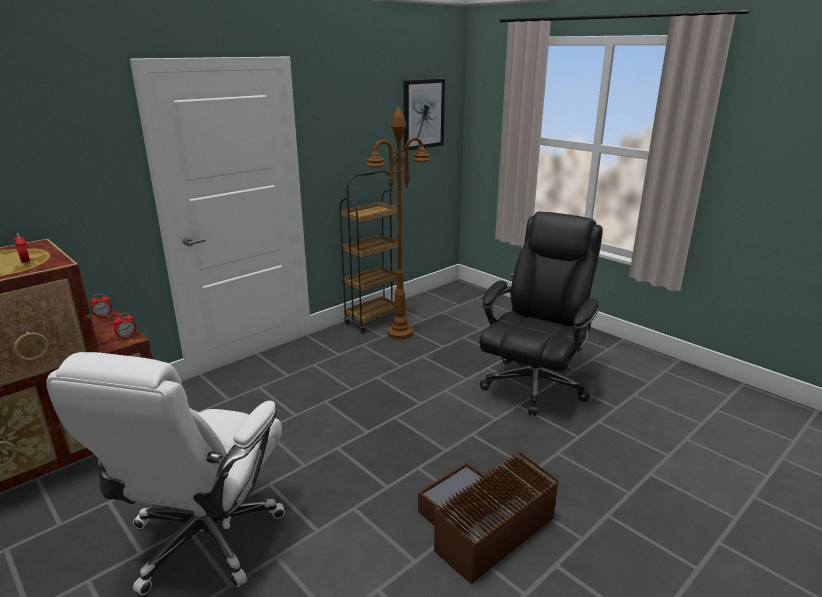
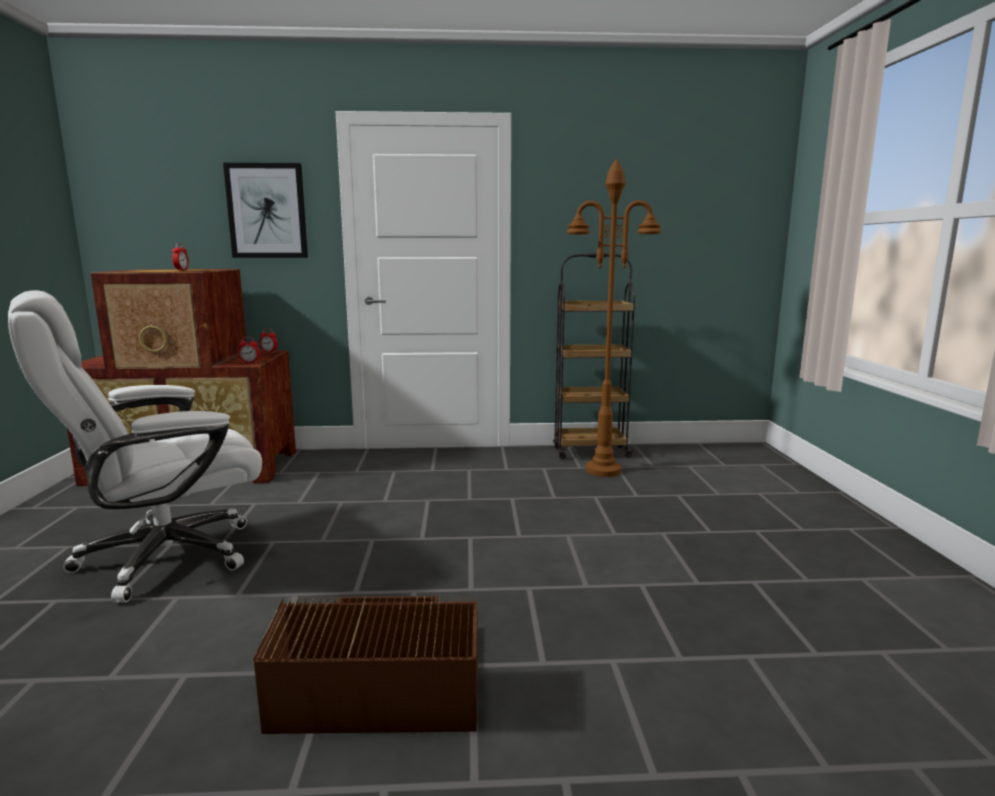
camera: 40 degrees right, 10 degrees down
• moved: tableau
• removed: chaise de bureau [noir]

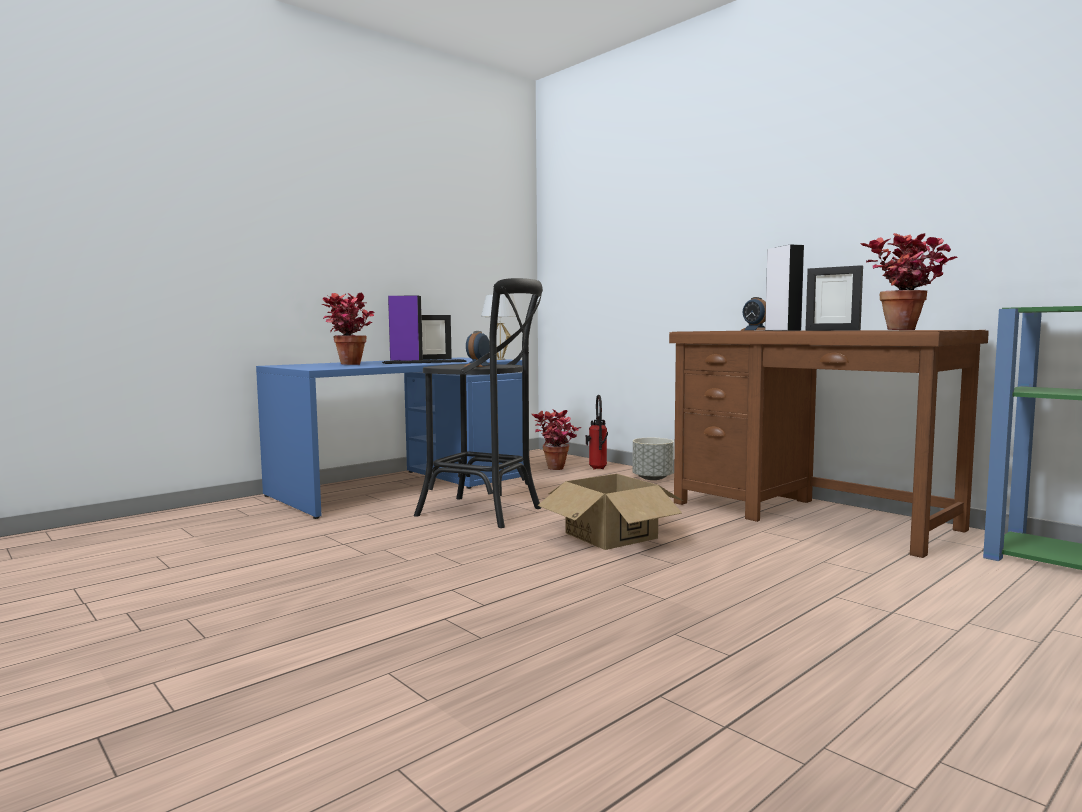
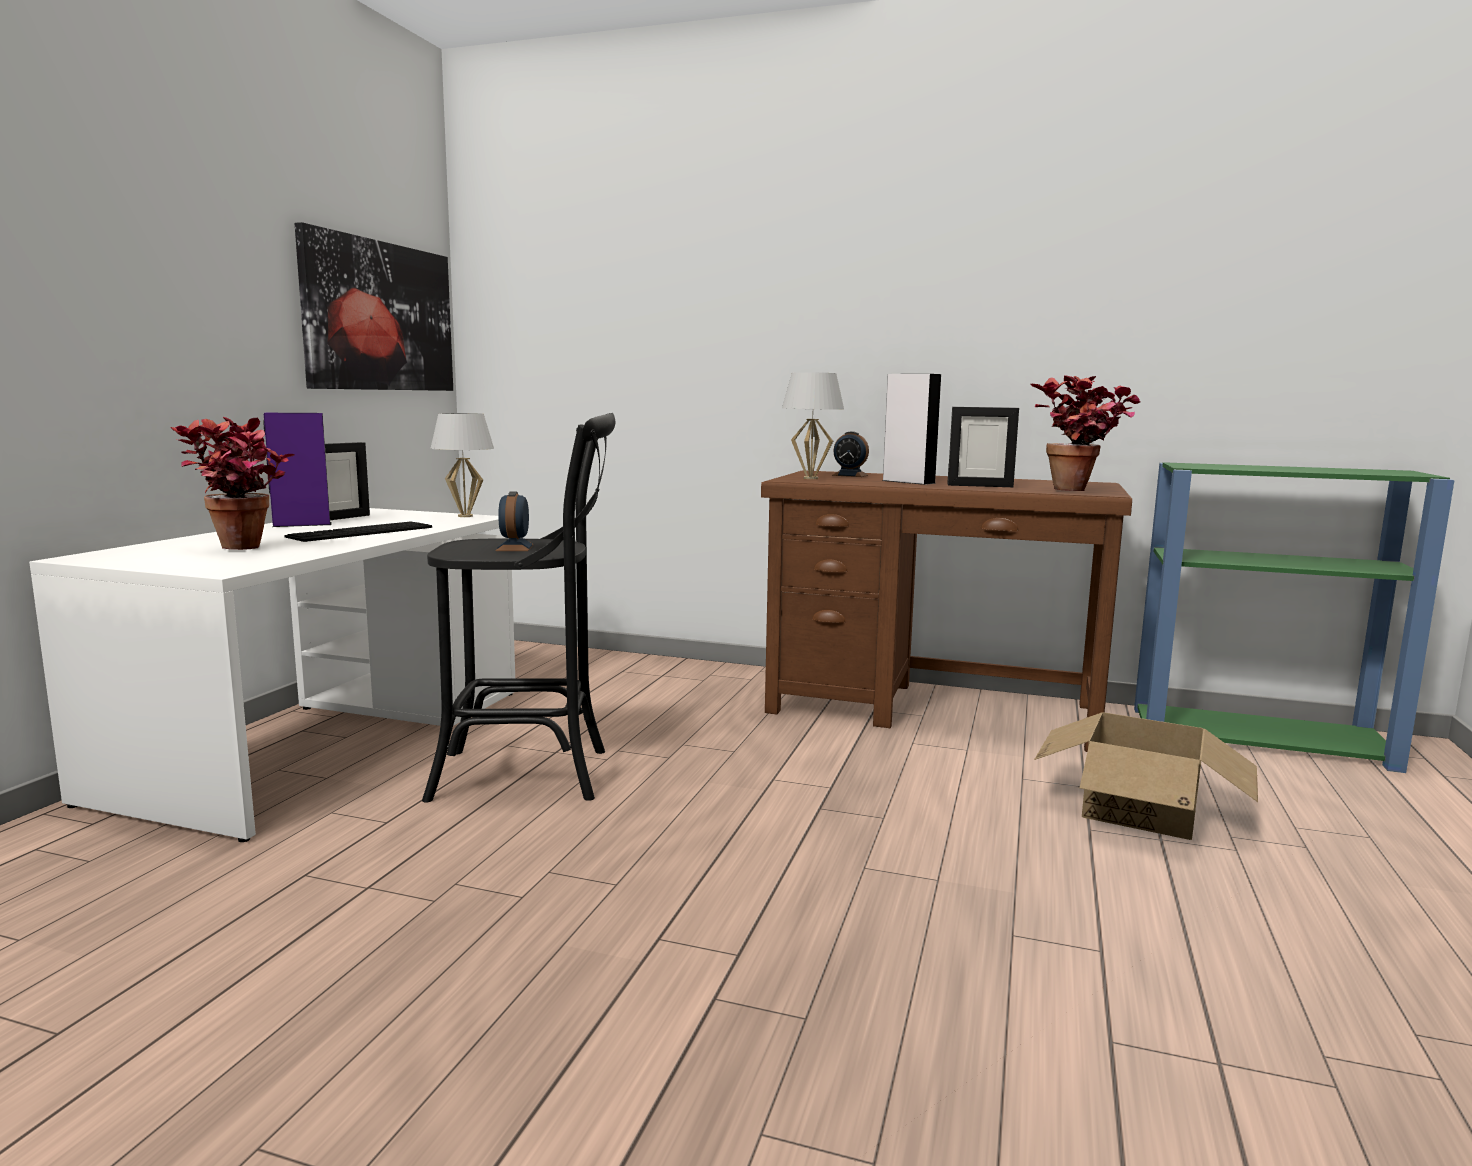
camera: 30 degrees left, 5 degrees up
• recoloured: bureau [bleu] to bureau [blanc]
• removed: extincteur
• removed: plante en pot (2nd from left)
• removed: cache-pot [gris]
• moved: carton
• added: tableau
• added: lampe de table [blanc] (2nd from left)

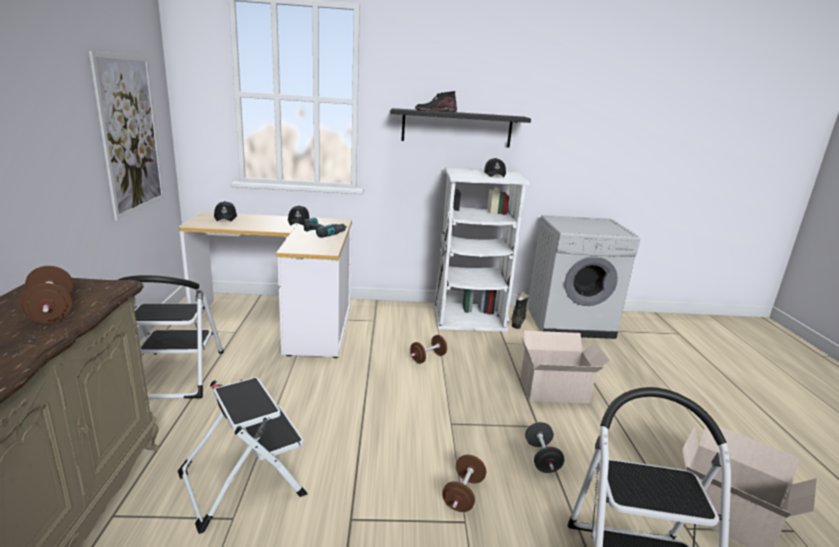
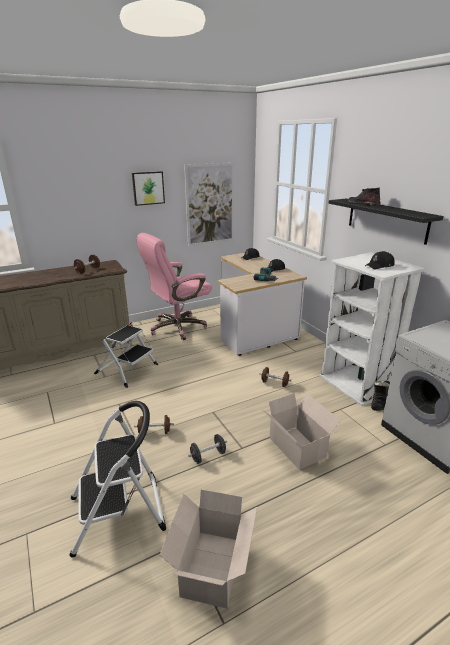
camera: 65 degrees right, 5 degrees up
• replaced: escabeau (1st from left) to chaise de bureau [rose]
• added: tableau (1st from left)

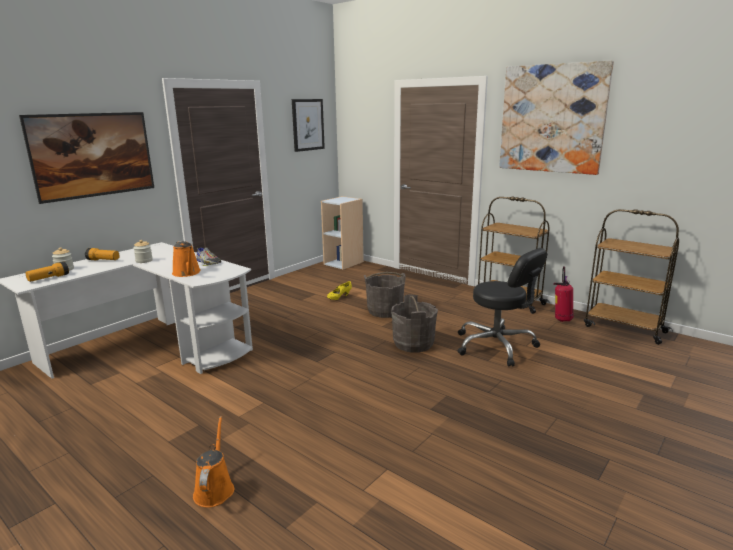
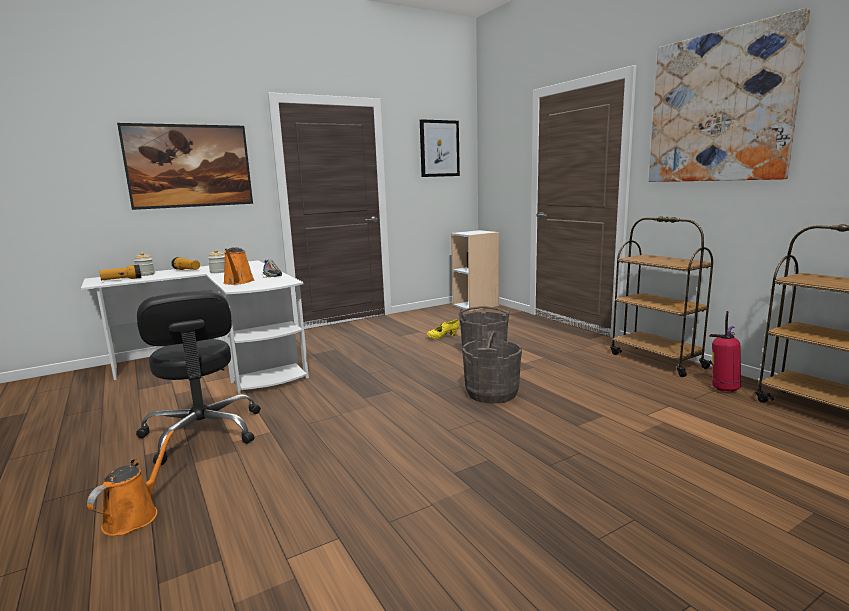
camera: 20 degrees right, 5 degrees down
• moved: chaise de bureau [noir]

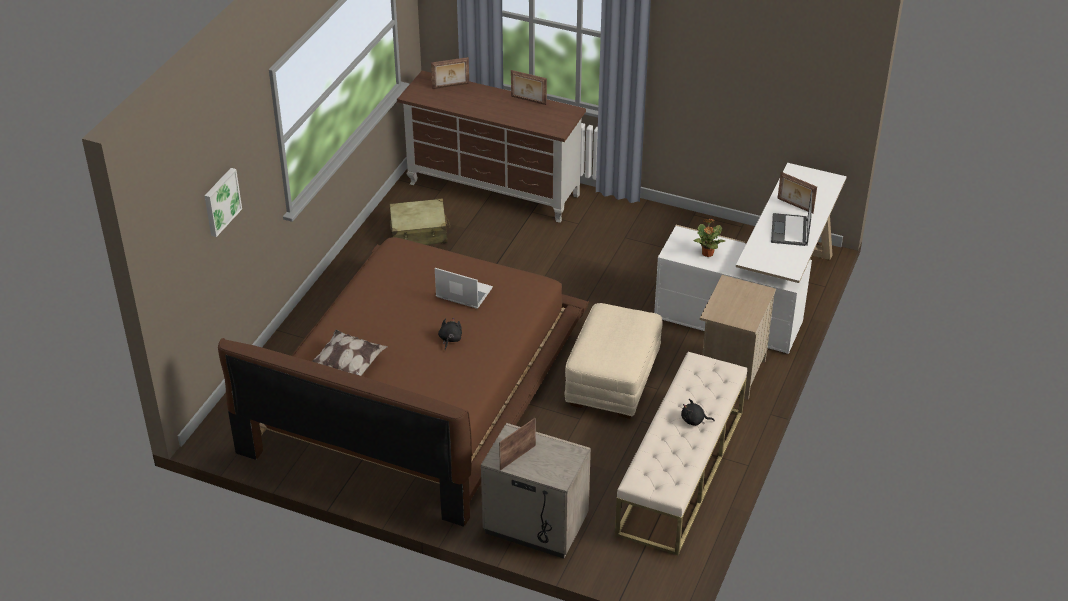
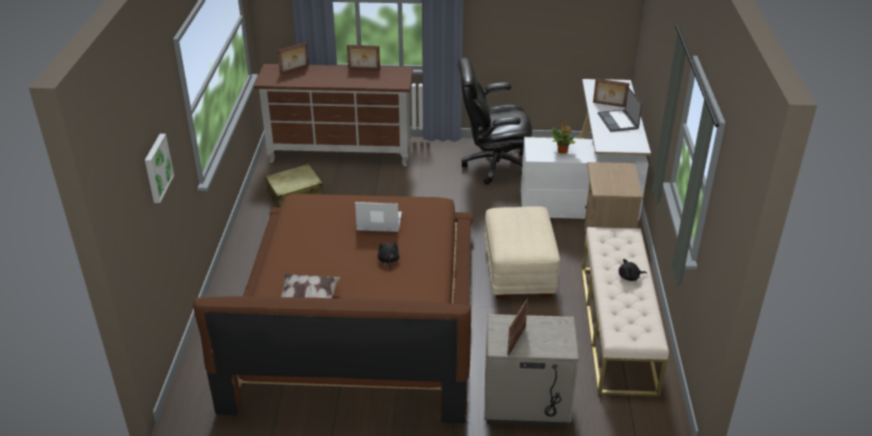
camera: 20 degrees left, 5 degrees down
• added: chaise de bureau [noir]

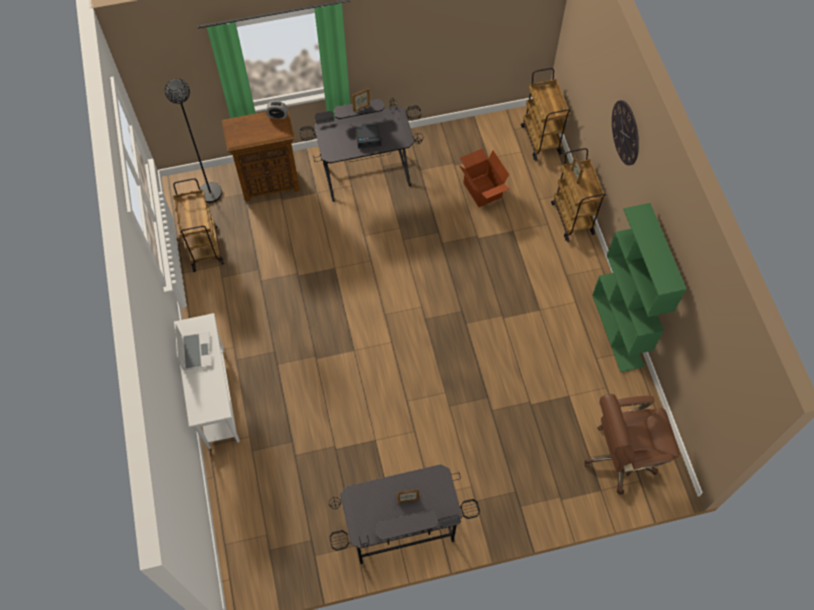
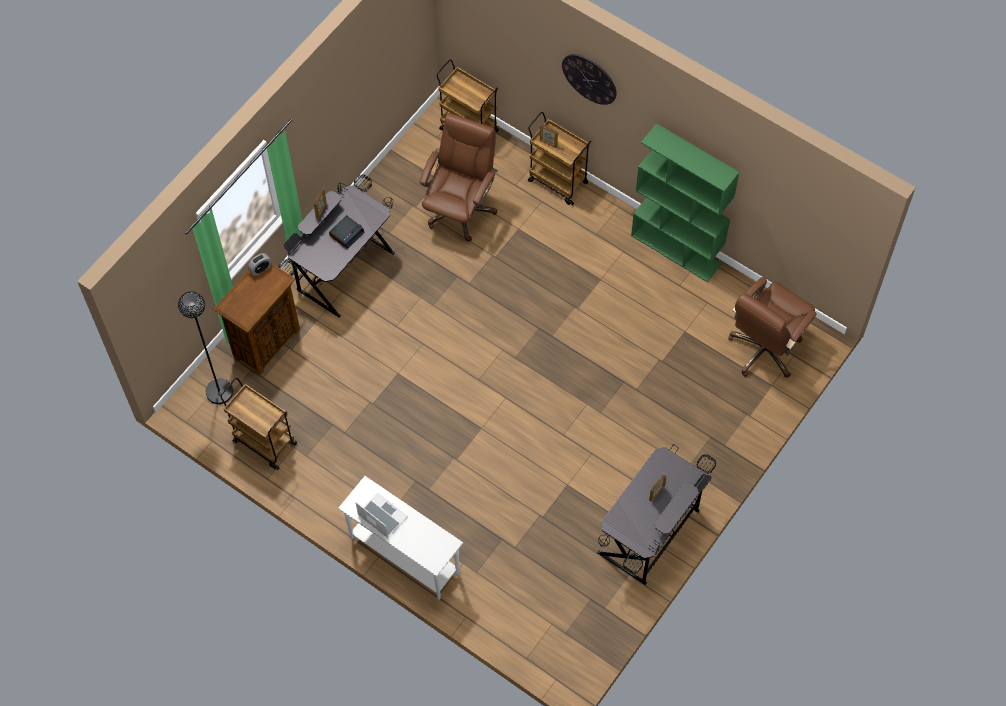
camera: 40 degrees left, 0 degrees up
• replaced: carton to chaise de bureau [marron] (1st from left)

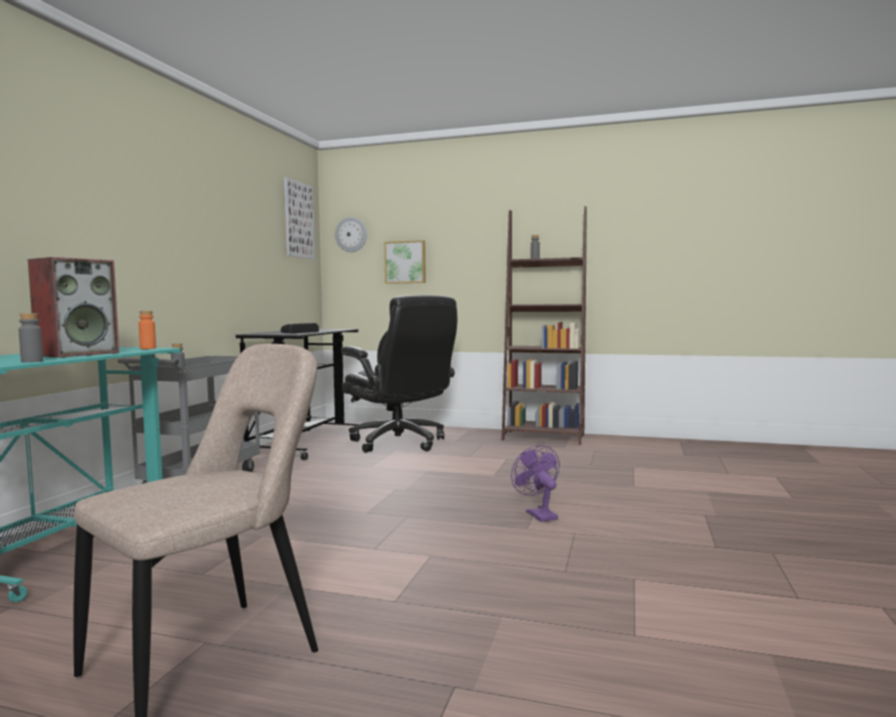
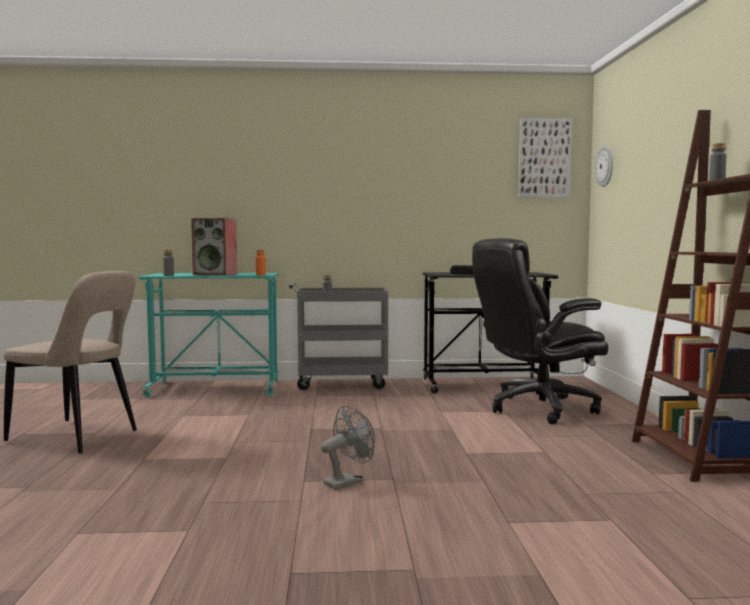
camera: 70 degrees right, 0 degrees up
• removed: tableau (2nd from left)
• turned: chaise de bureau [noir] 45 degrees clockwise
• recoloured: ventilateur [violet] to ventilateur [gris]

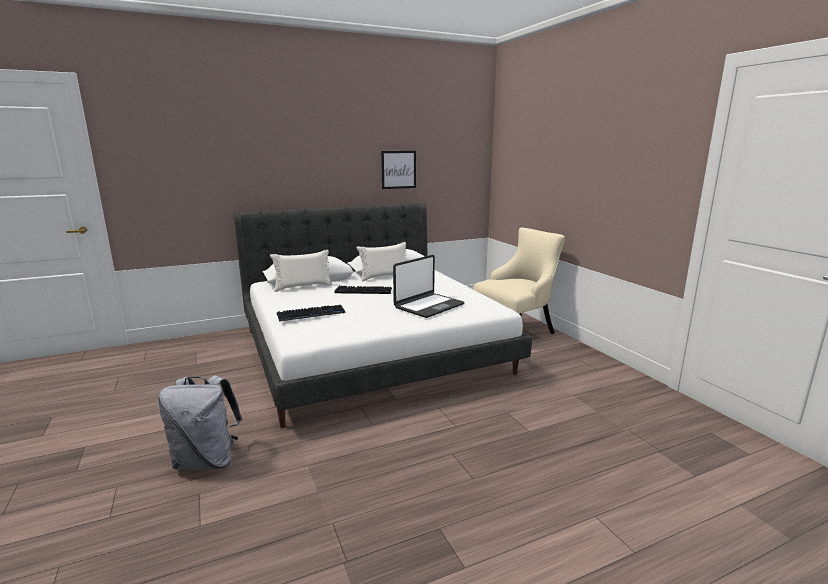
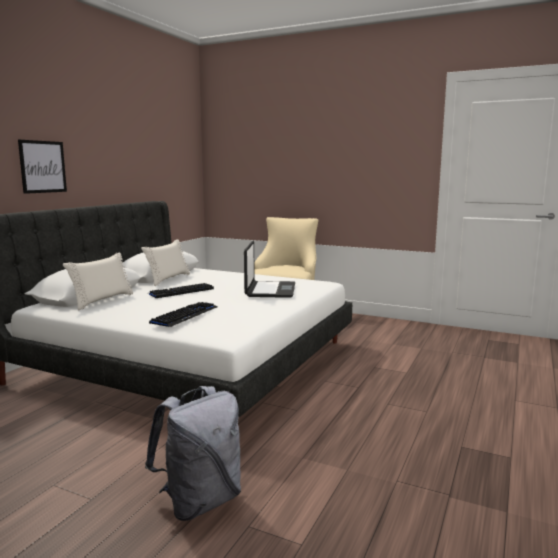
camera: 40 degrees left, 5 degrees down
• moved: tableau

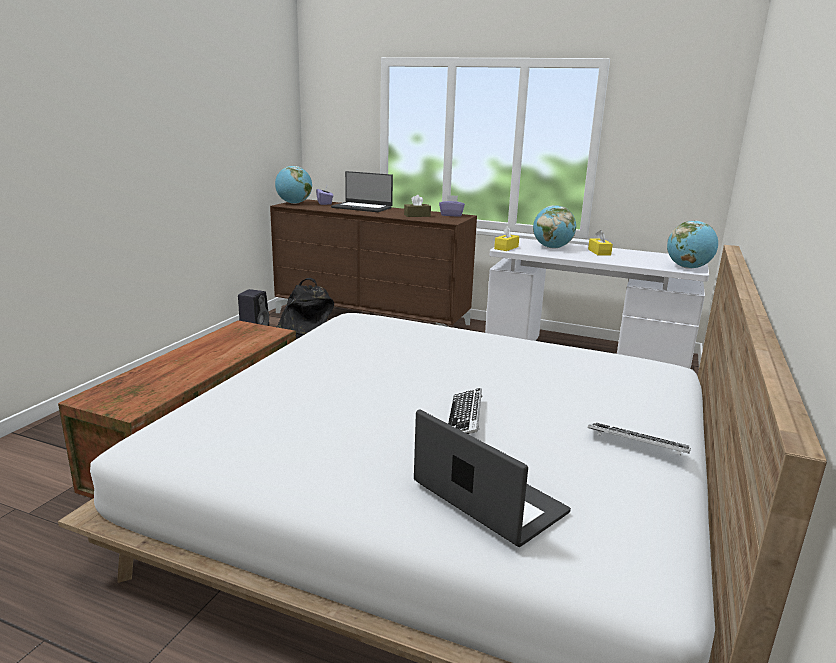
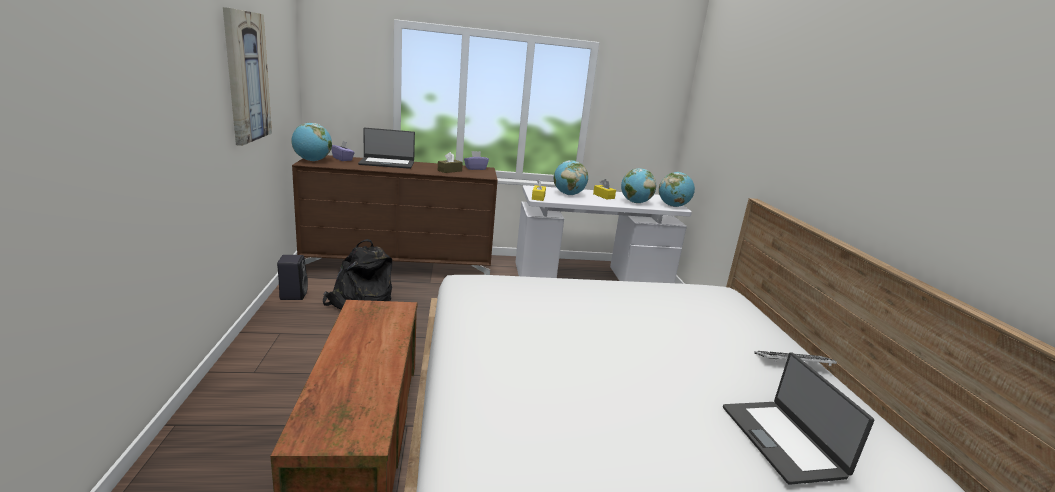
camera: 30 degrees left, 0 degrees up
• removed: clavier (1st from left)
• turned: ordinateur portable (2nd from left) 120 degrees counterclockwise
• added: tableau
• added: globe (3rd from left)

